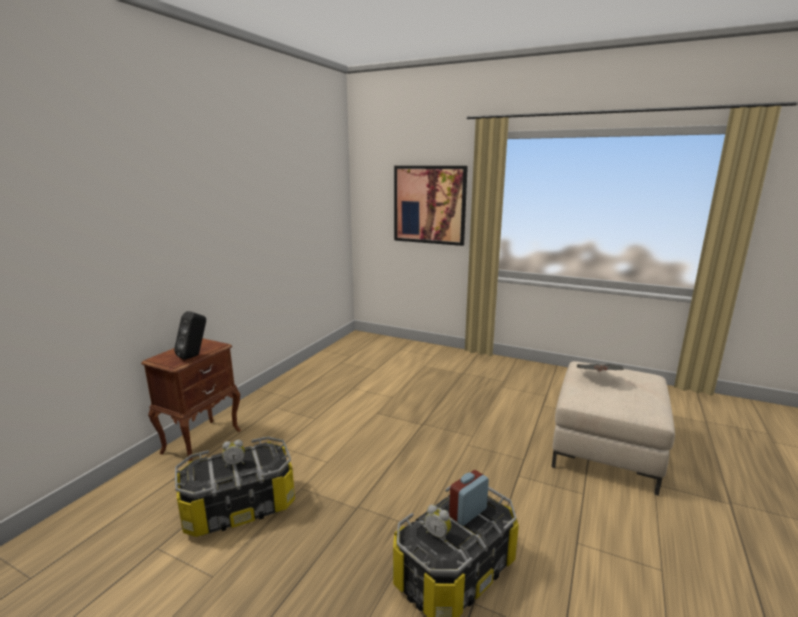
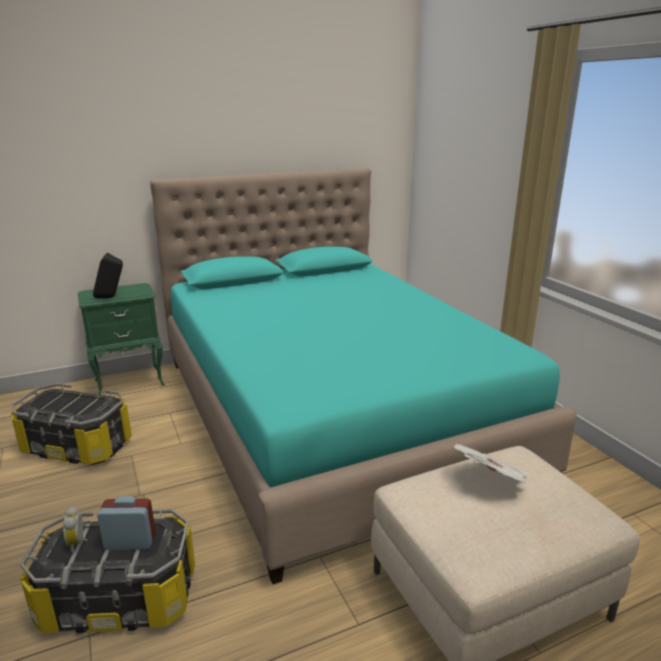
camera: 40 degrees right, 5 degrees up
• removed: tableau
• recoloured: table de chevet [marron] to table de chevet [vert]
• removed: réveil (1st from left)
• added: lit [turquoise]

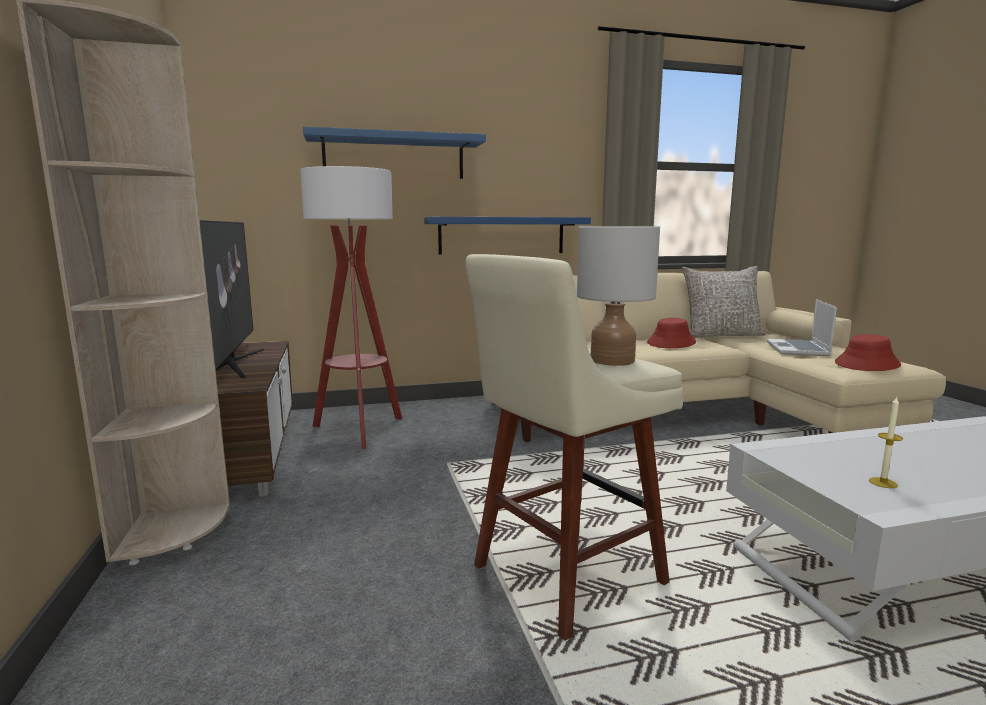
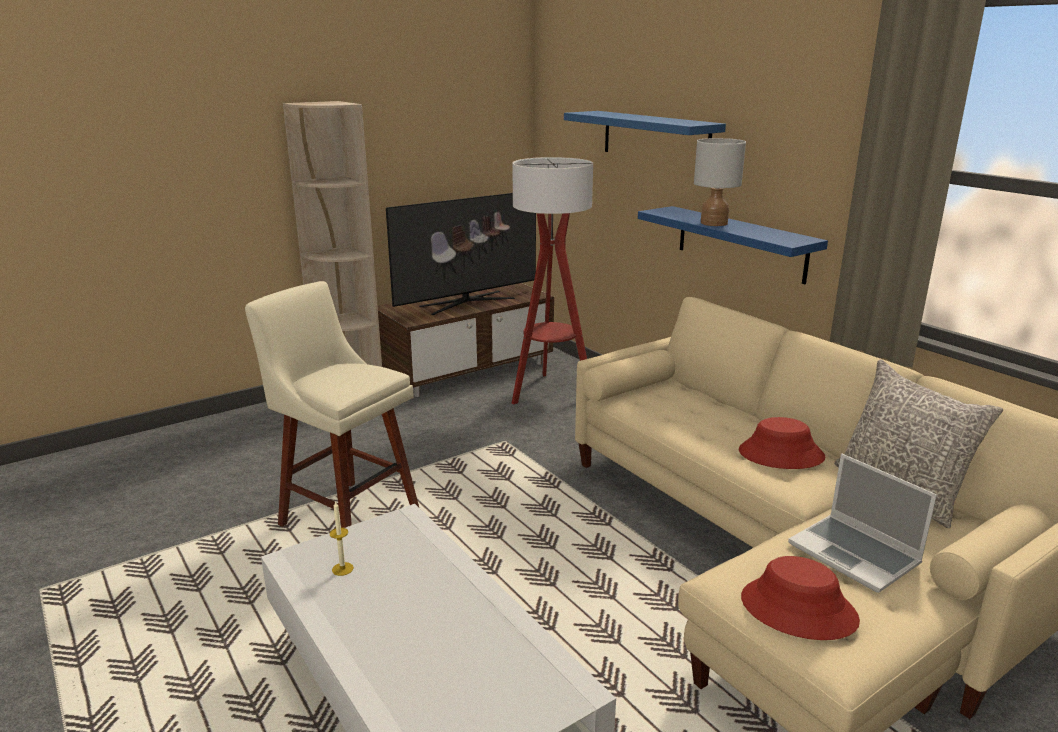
camera: 70 degrees right, 10 degrees up
• moved: lampe de table [gris]
• turned: ordinateur portable 120 degrees counterclockwise

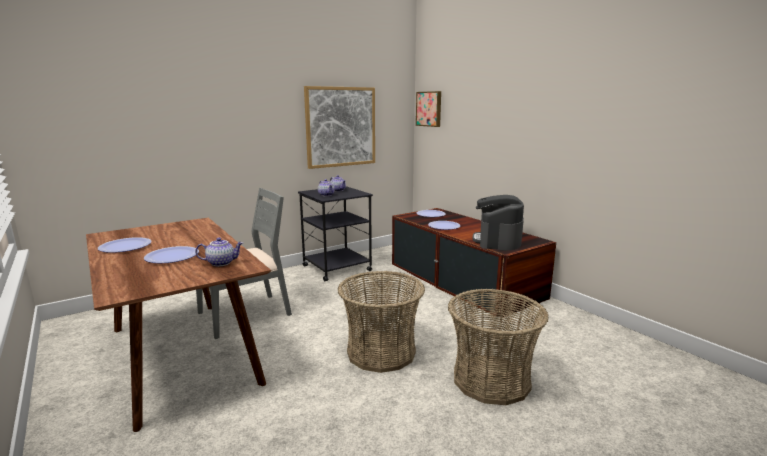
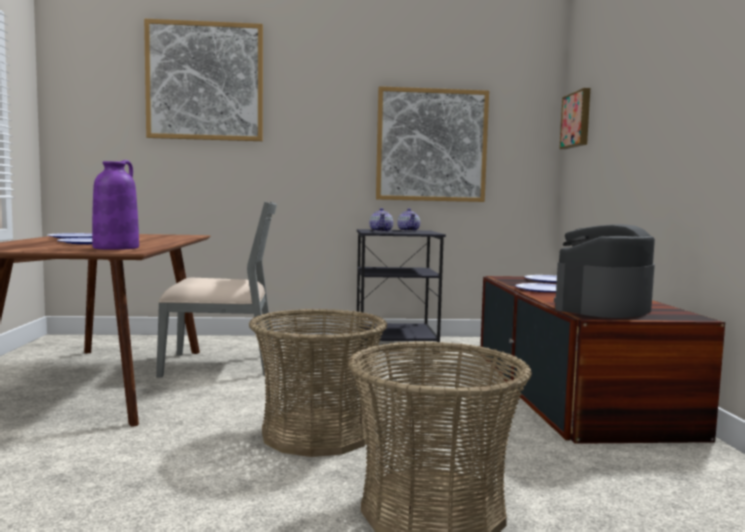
camera: 30 degrees right, 10 degrees down
• replaced: théière (1st from left) to vase [violet]
• added: tableau (1st from left)

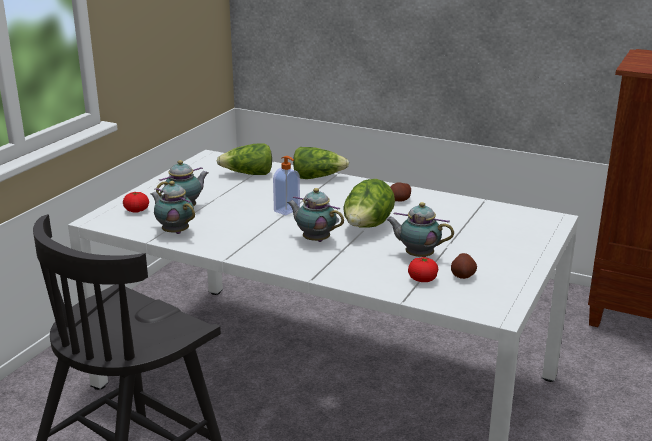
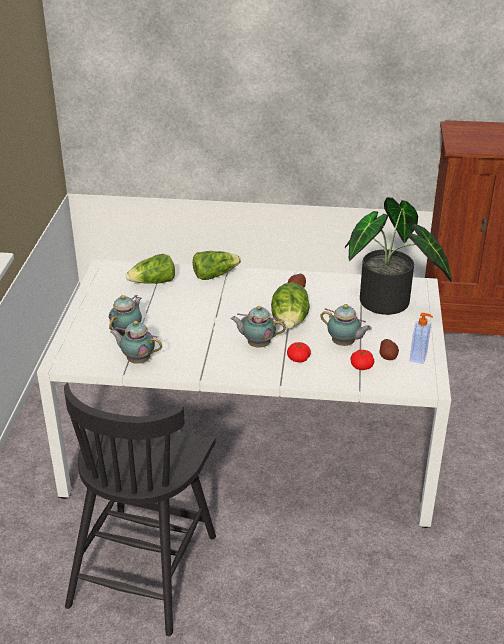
camera: 20 degrees left, 10 degrees up
• moved: distributeur de savon
• moved: tomate (1st from left)
• turned: théière (4th from left) 150 degrees counterclockwise
• added: plante en pot

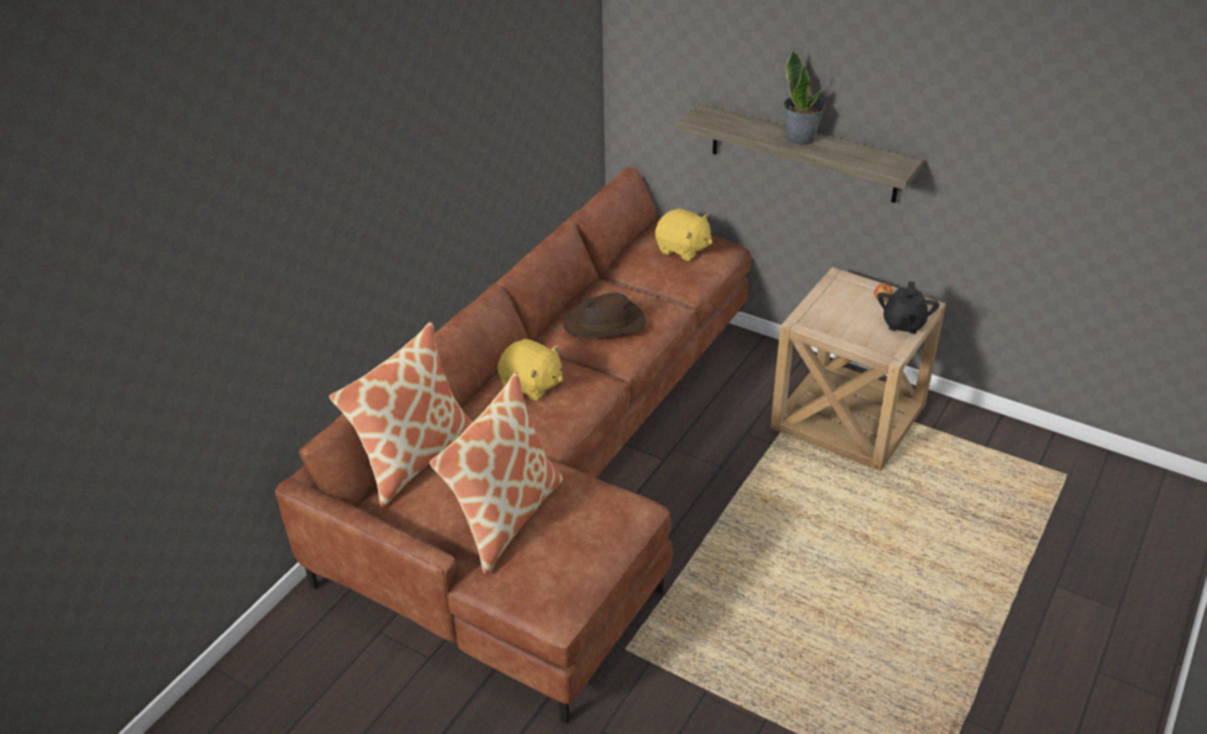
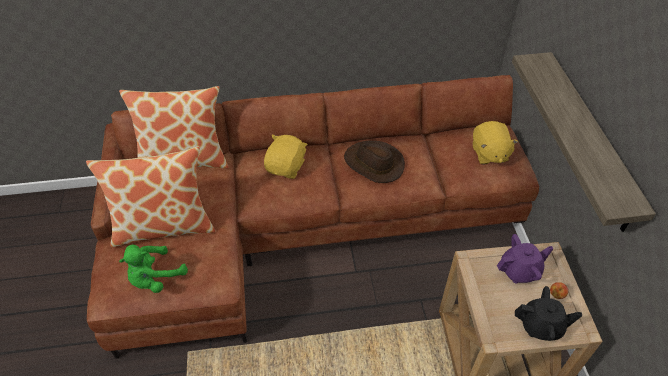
camera: 50 degrees right, 10 degrees up
• removed: plante en pot
• turned: théière [noir] 150 degrees counterclockwise
• turned: peluche [jaune] (1st from left) 150 degrees counterclockwise
• added: théière [violet]
• added: peluche [vert]

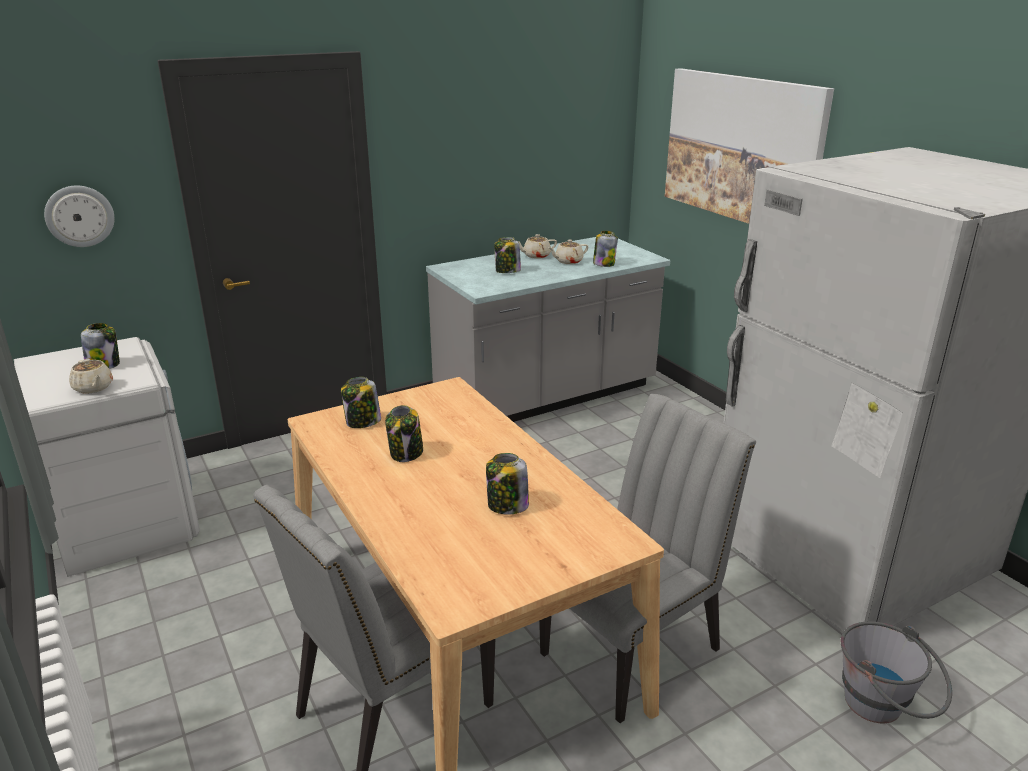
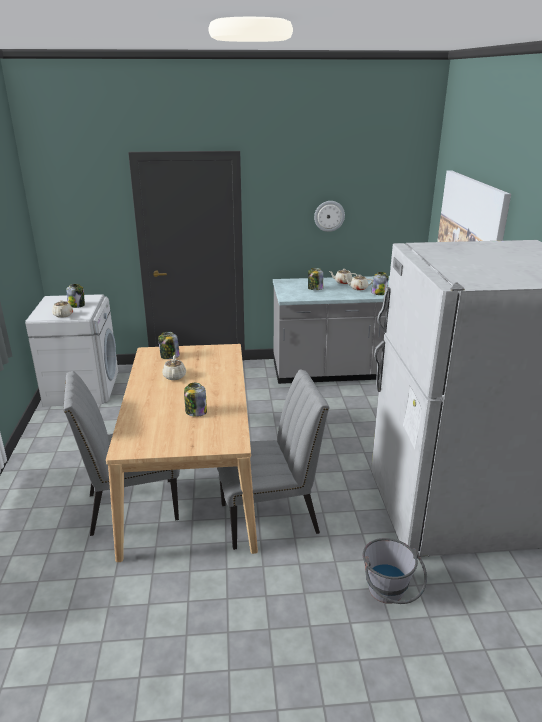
camera: 25 degrees right, 0 degrees up
• moved: horloge murale
• replaced: bocal (3rd from left) to théière [beige] (2nd from left)

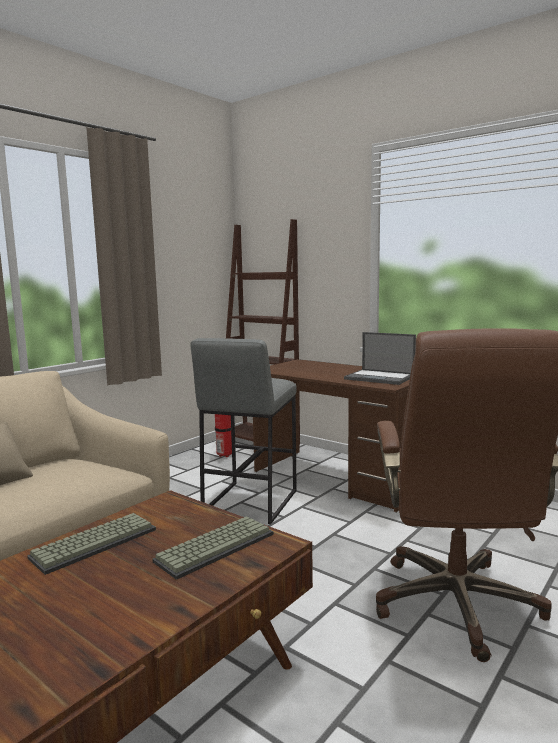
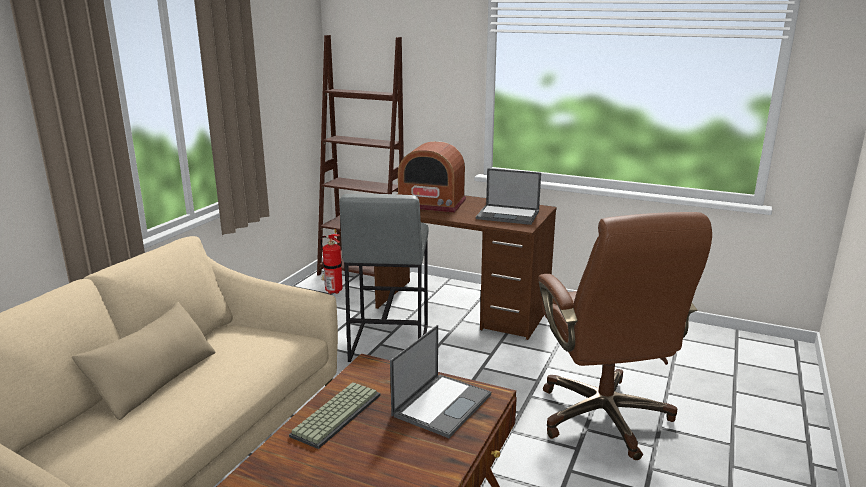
camera: 15 degrees left, 10 degrees up
• replaced: clavier (2nd from left) to ordinateur portable (1st from left)
• added: radio

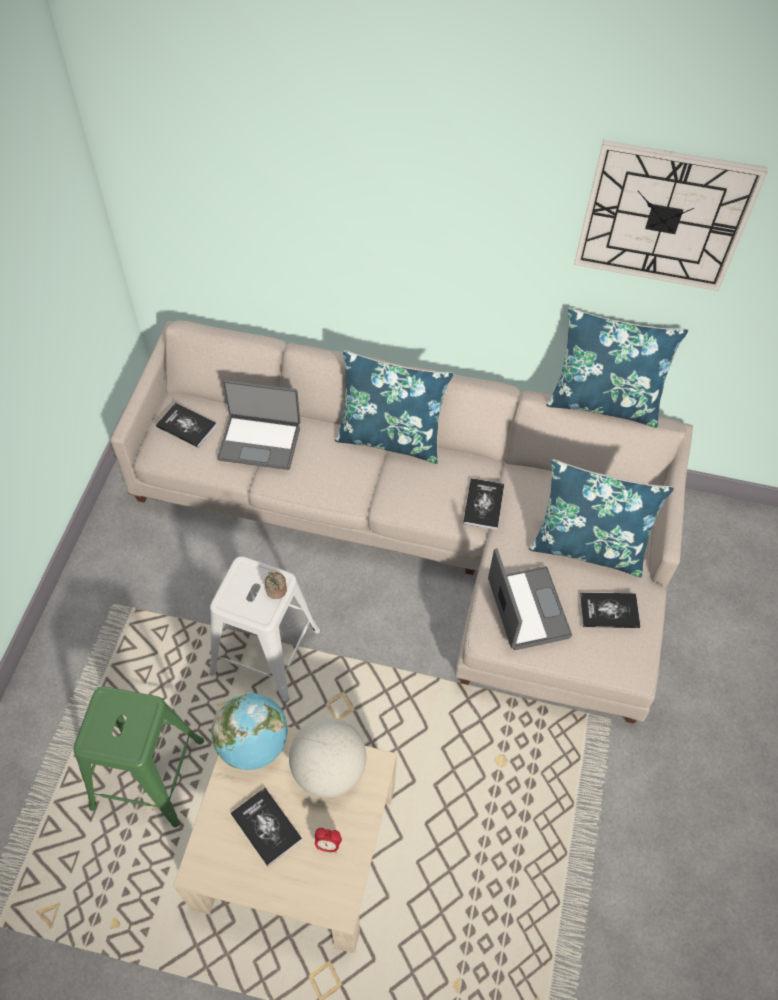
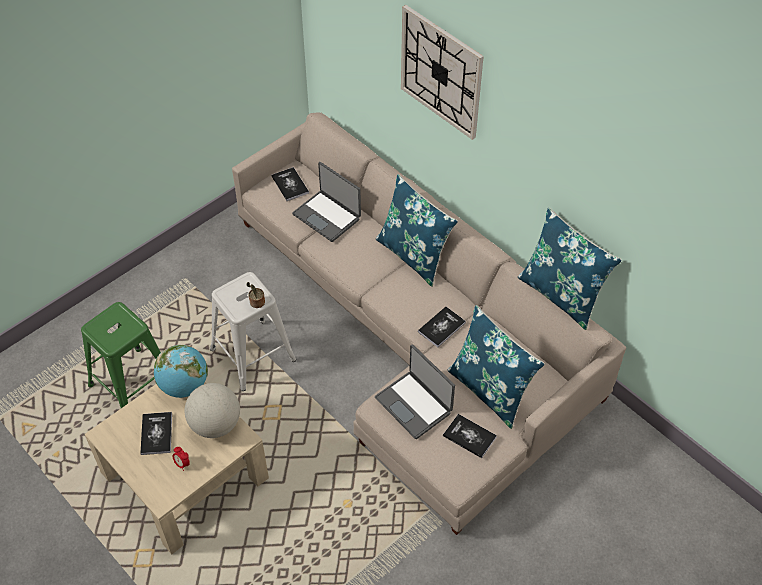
camera: 35 degrees right, 5 degrees down
• moved: horloge murale
• turned: ordinateur portable (2nd from left) 120 degrees clockwise

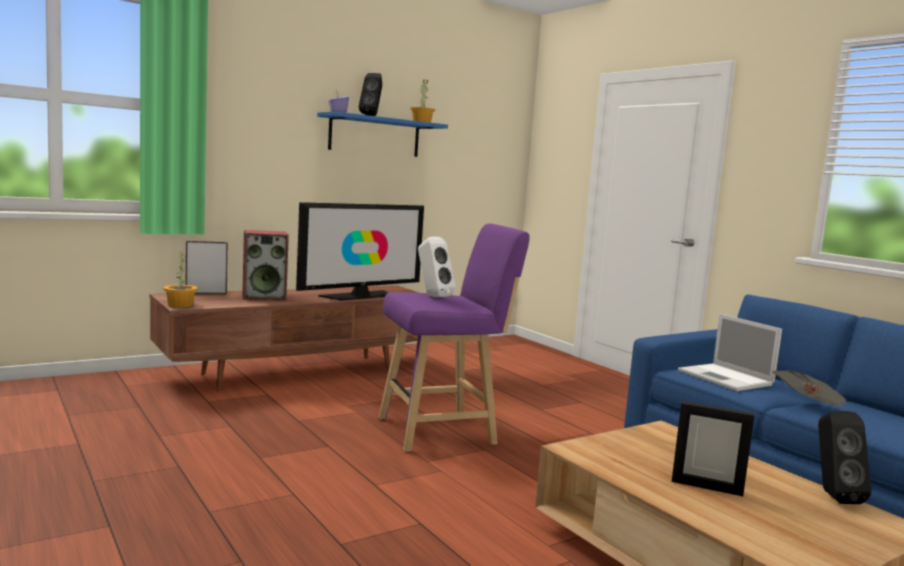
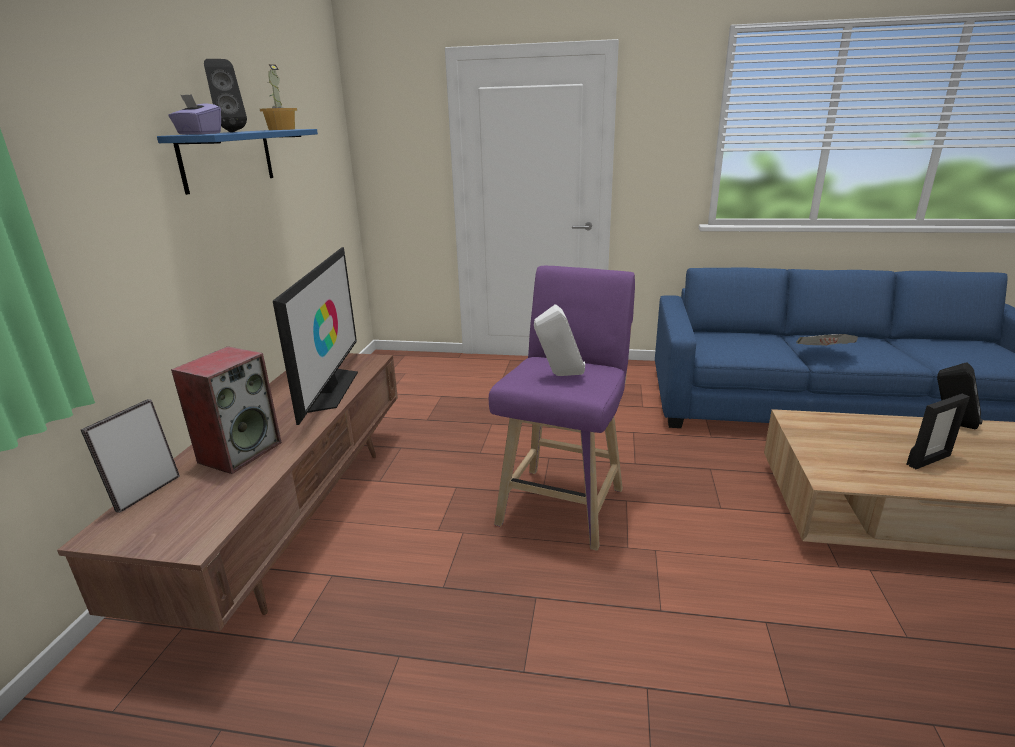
camera: 45 degrees left, 15 degrees up
• removed: plante en pot (1st from left)
• removed: ordinateur portable

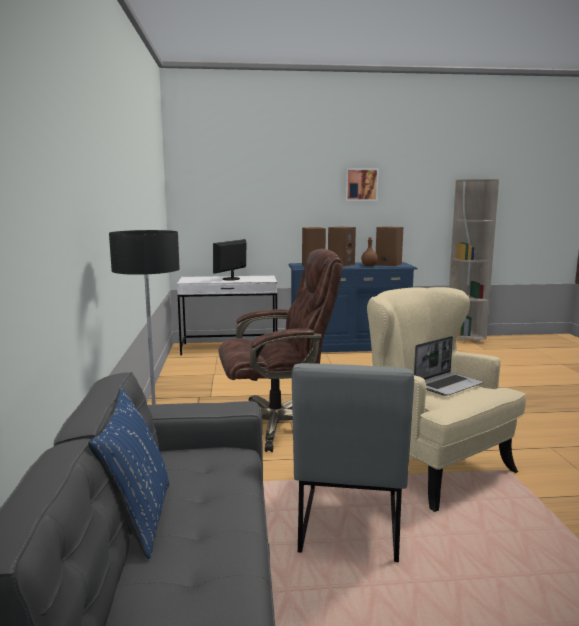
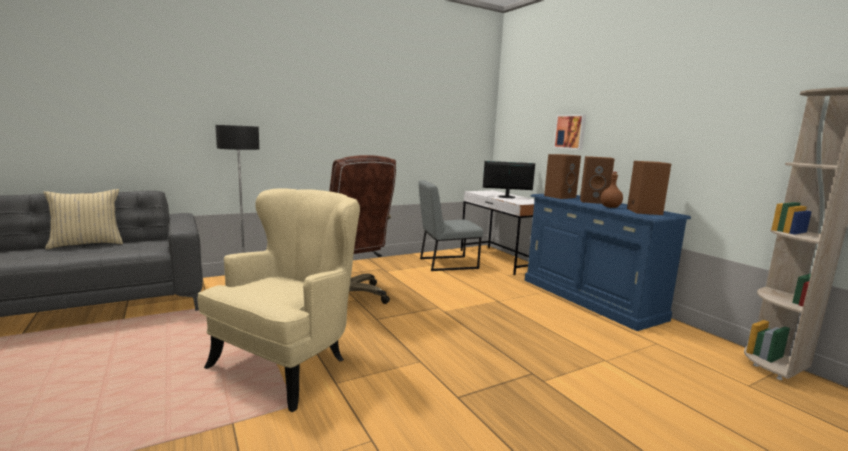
camera: 65 degrees right, 0 degrees up
• moved: tableau
• removed: ordinateur portable
• moved: chaise [gris]
• recoloured: coussin [bleu] to coussin [beige]

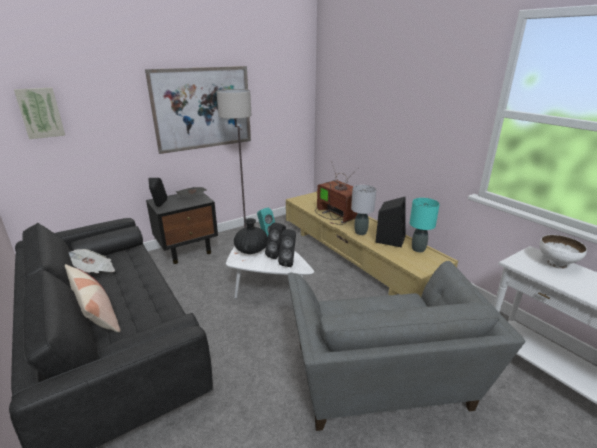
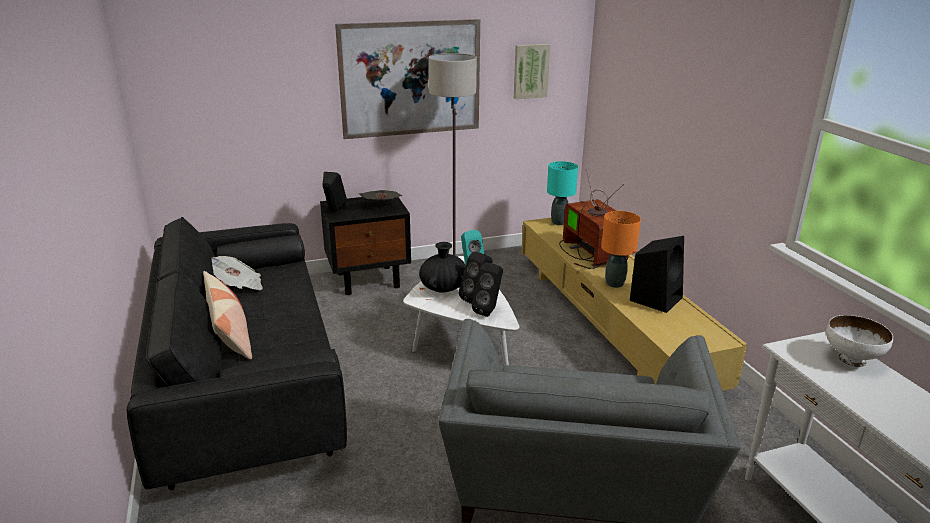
camera: 15 degrees right, 0 degrees up
• moved: tableau (1st from left in the first image) to tableau (2nd from left)
• recoloured: lampe de table [gris] to lampe de table [orange]
• moved: lampe de table [turquoise]

